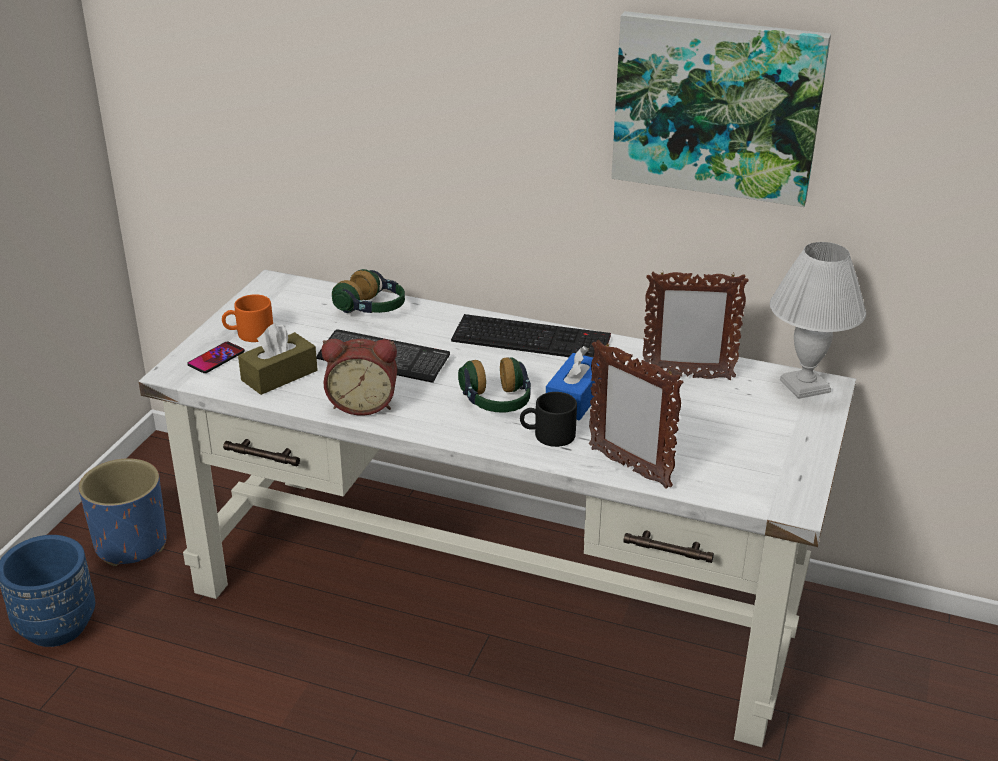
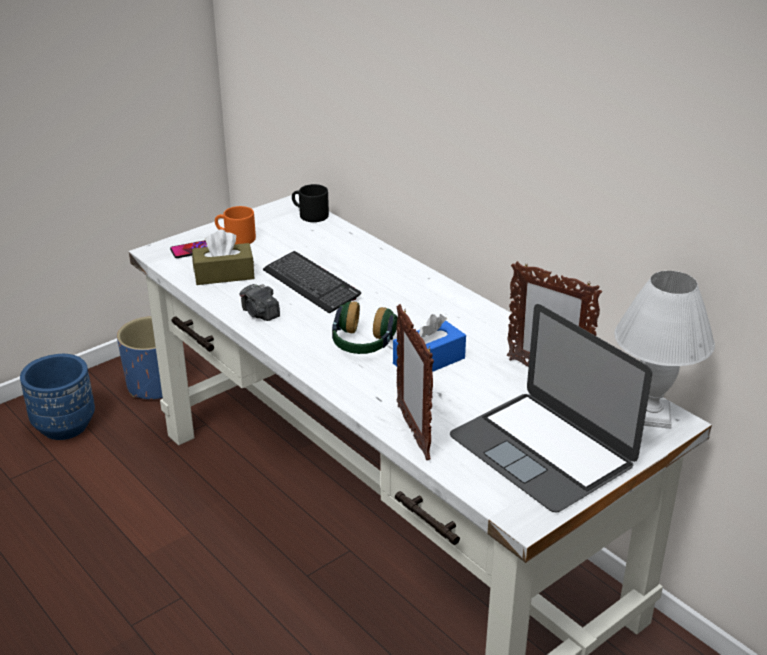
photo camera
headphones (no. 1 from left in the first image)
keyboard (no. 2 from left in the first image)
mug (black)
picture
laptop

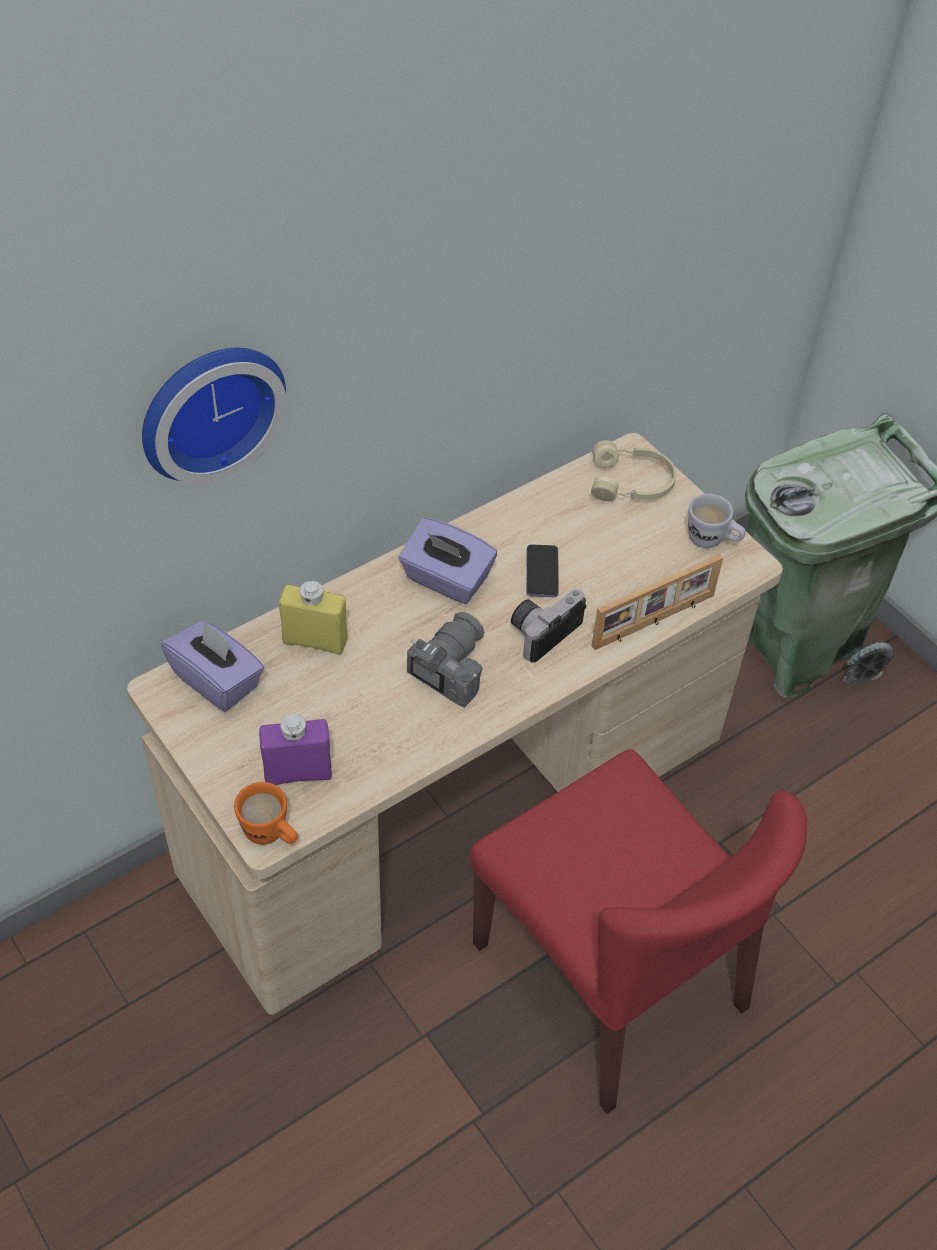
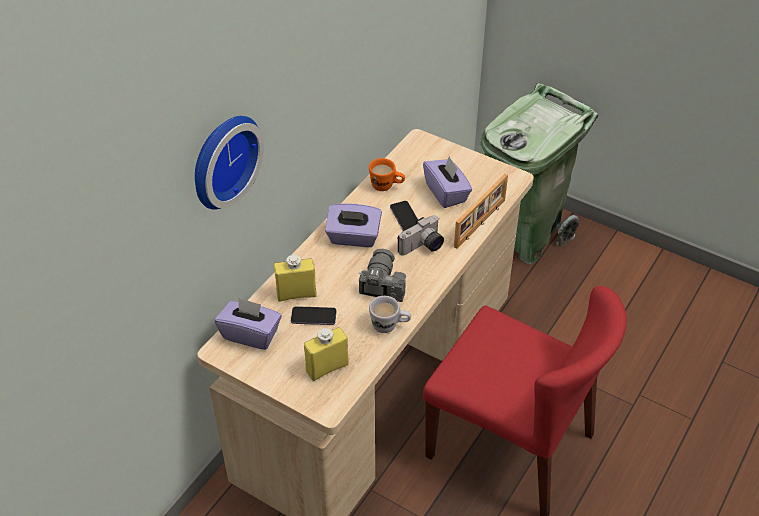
mug (orange)
bottle (yellow) (no. 2 from left)
photo camera (no. 2 from left)
headphones (beige)
mug (white)
phone (no. 1 from left)
tissue box (purple) (no. 3 from left)

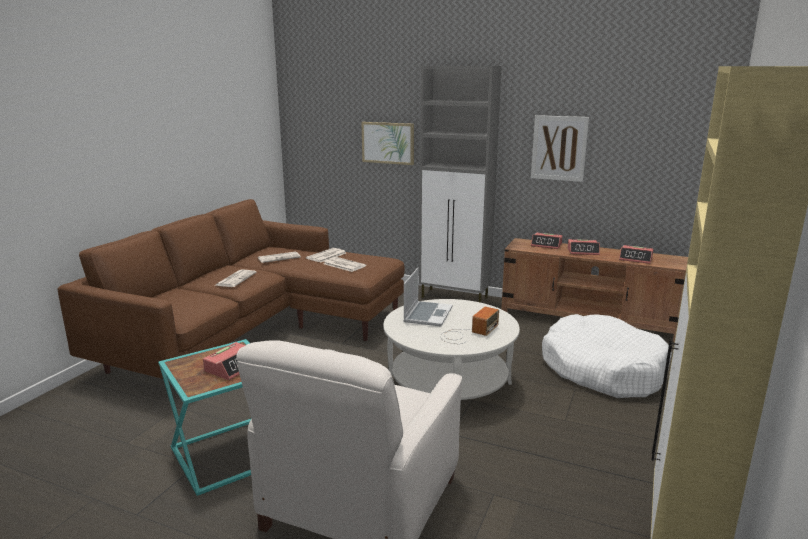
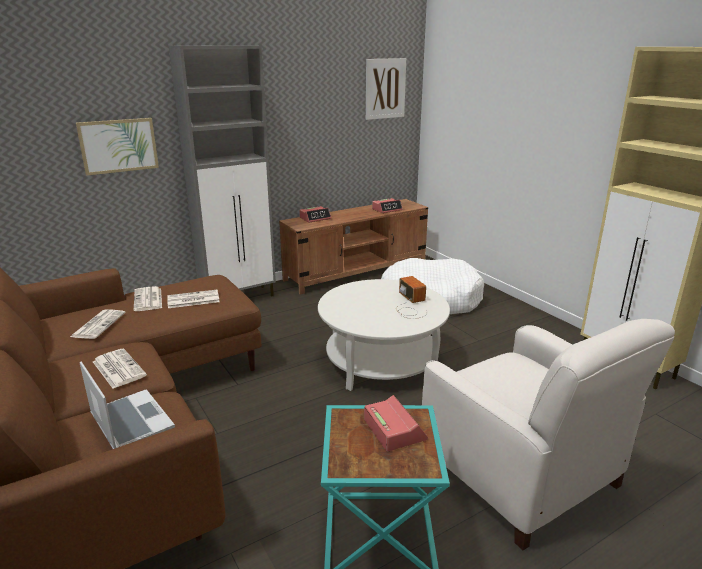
laptop
picture (no. 2 from left)
alarm clock (no. 3 from left in the first image)

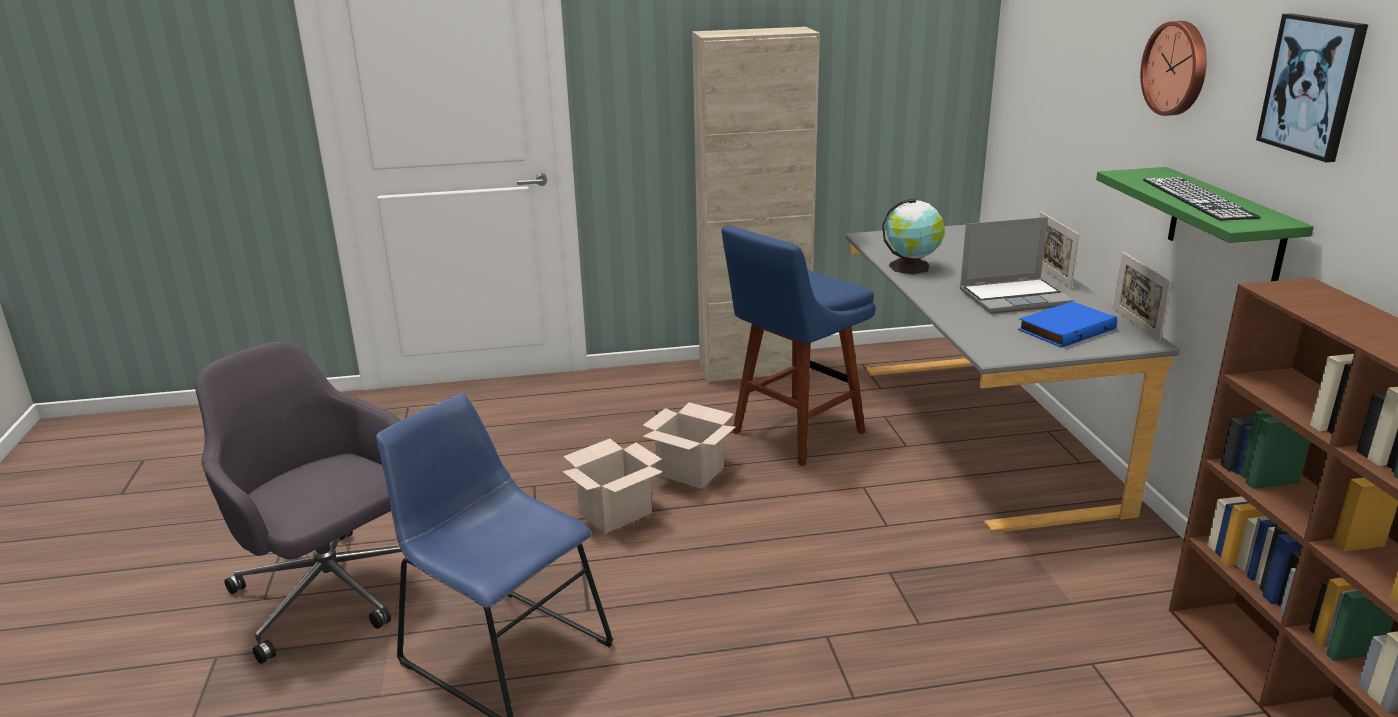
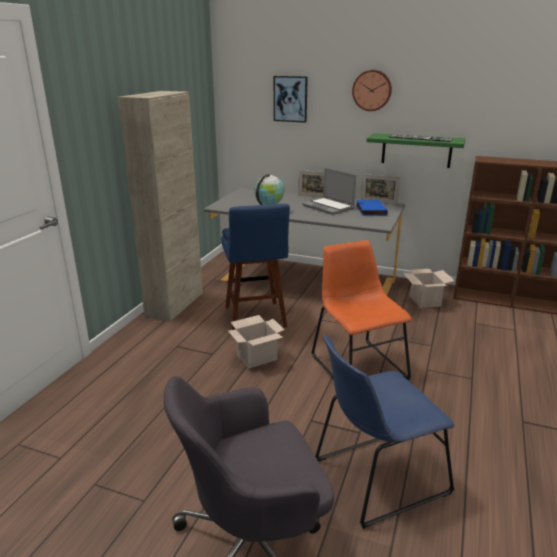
cardboard box (no. 2 from left)
laptop
picture
chair (orange)

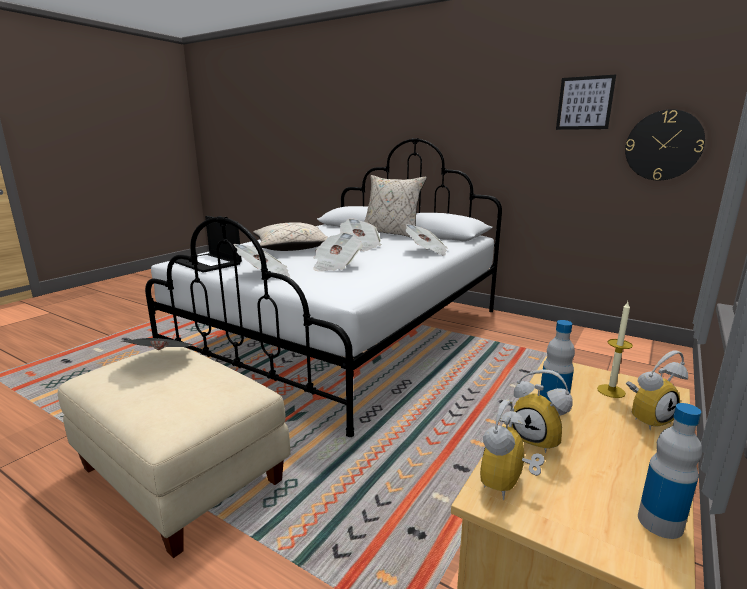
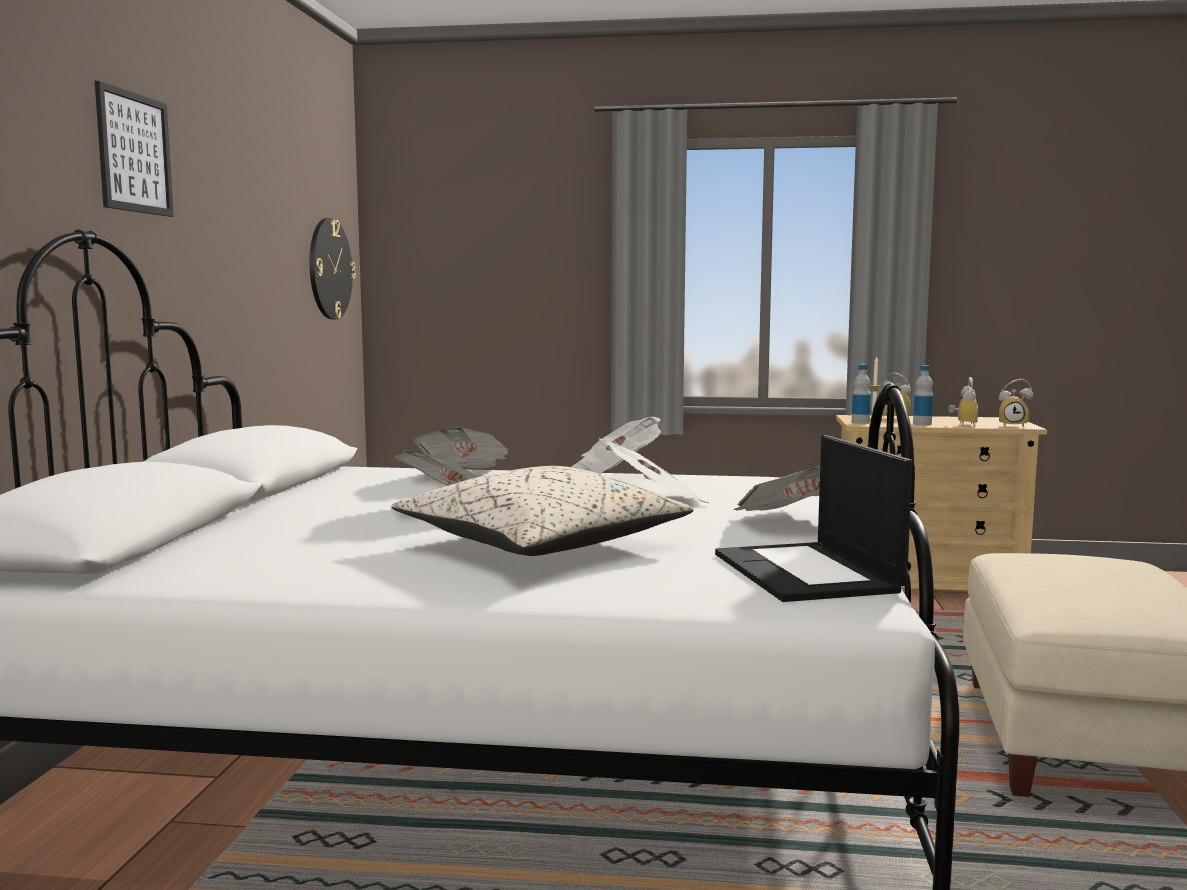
newspaper (no. 3 from left)
laptop
pillow (beige) (no. 2 from left in the first image)
picture
bottle (no. 1 from left)

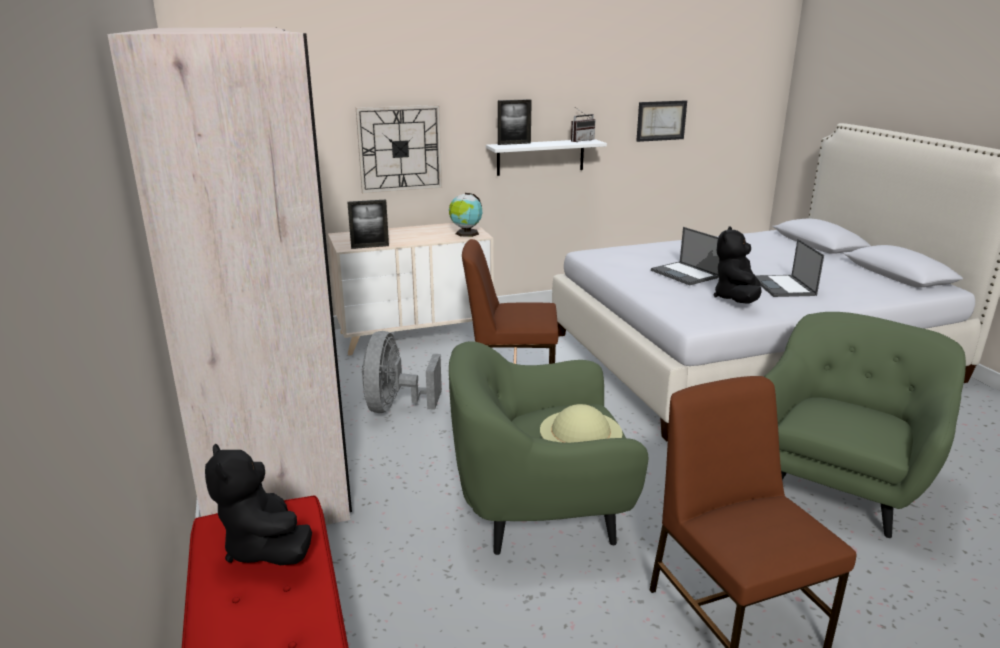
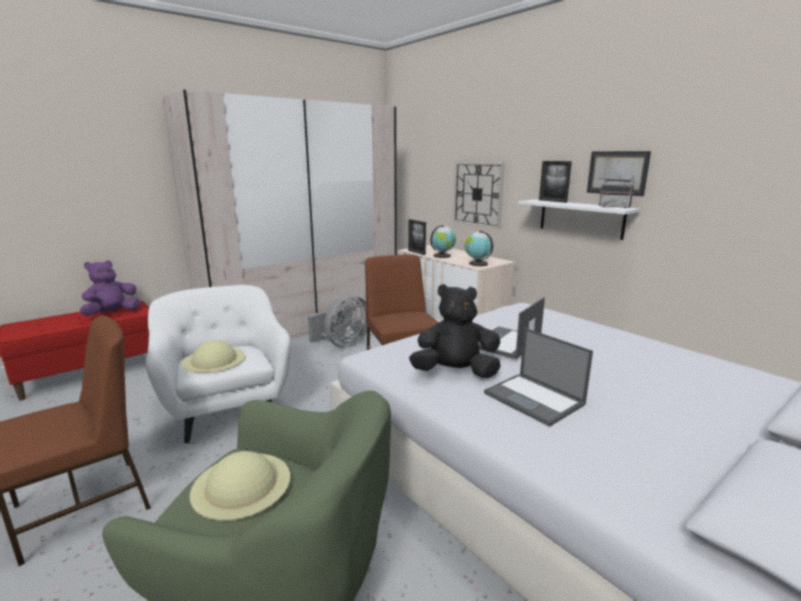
plush toy (purple)
fan (grey)
armchair (white)
picture
laptop (no. 2 from left)
hat (beige) (no. 2 from left)
globe (no. 1 from left)

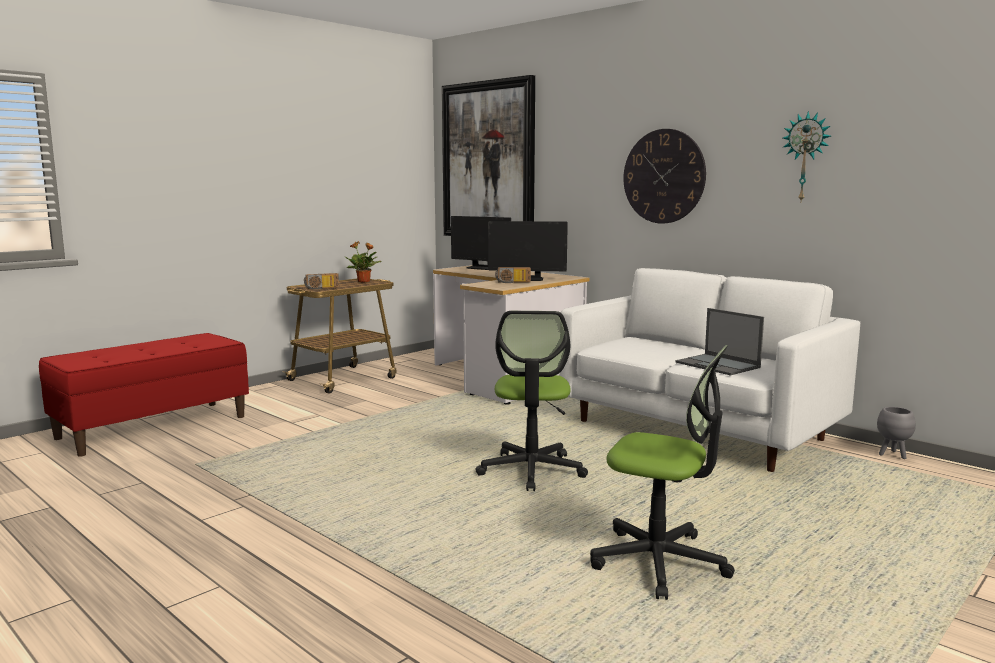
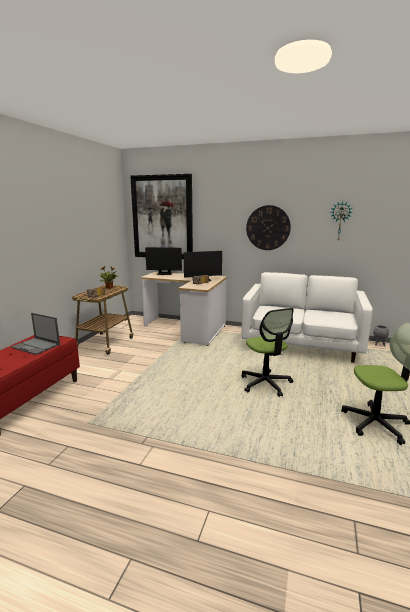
laptop

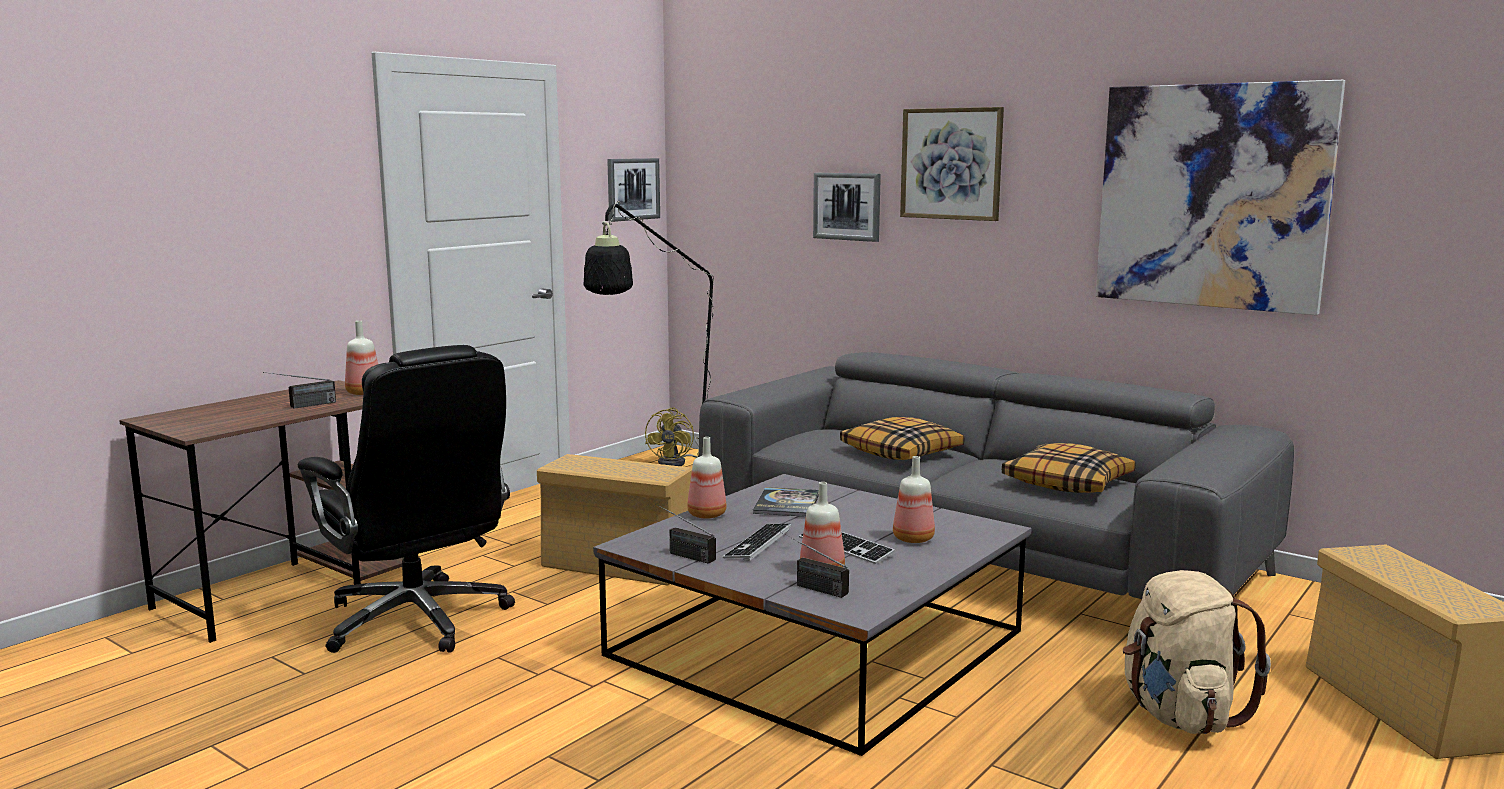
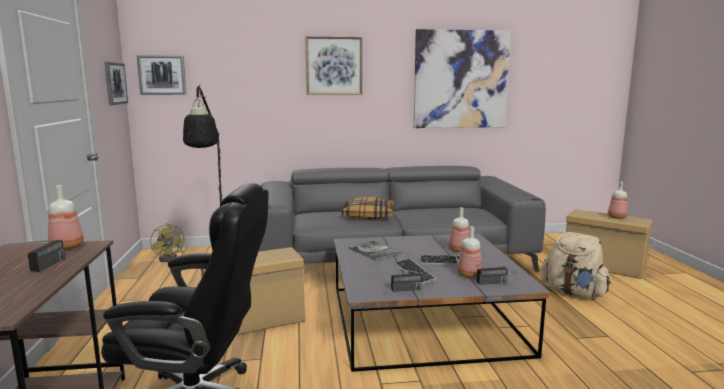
bottle (no. 4 from left)
picture (no. 2 from left)
pillow (no. 2 from left in the first image)

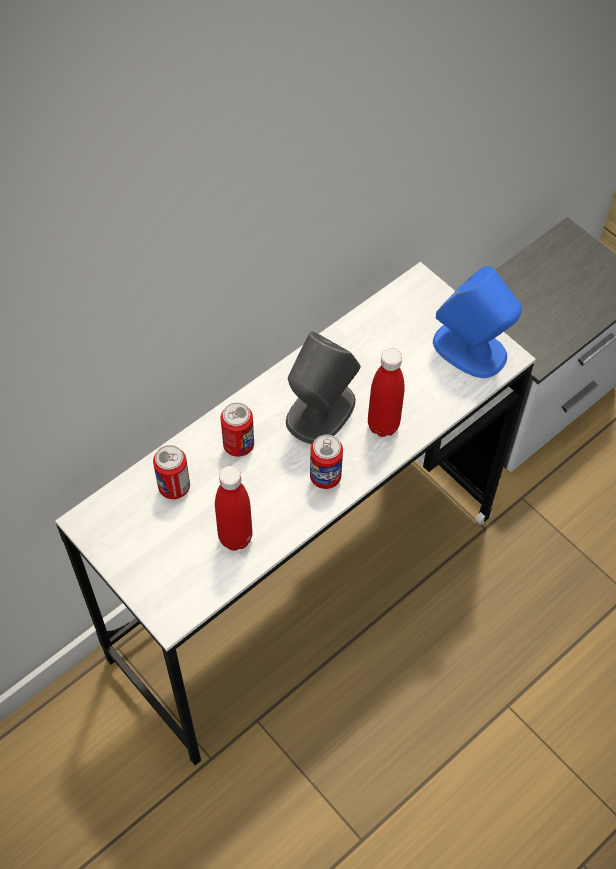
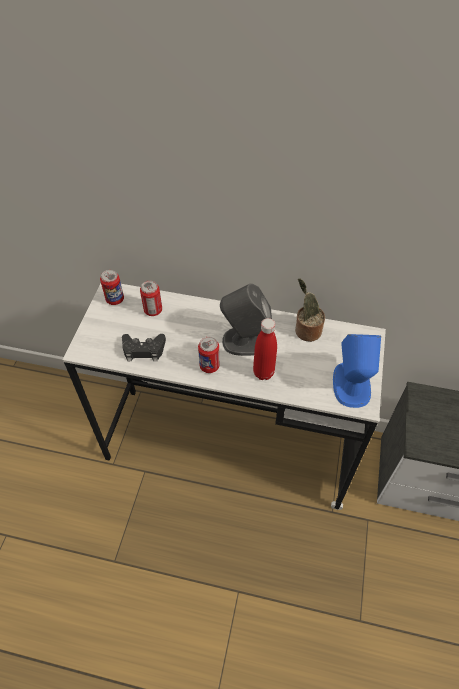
game controller (black)
can (no. 1 from left)
potted plant

